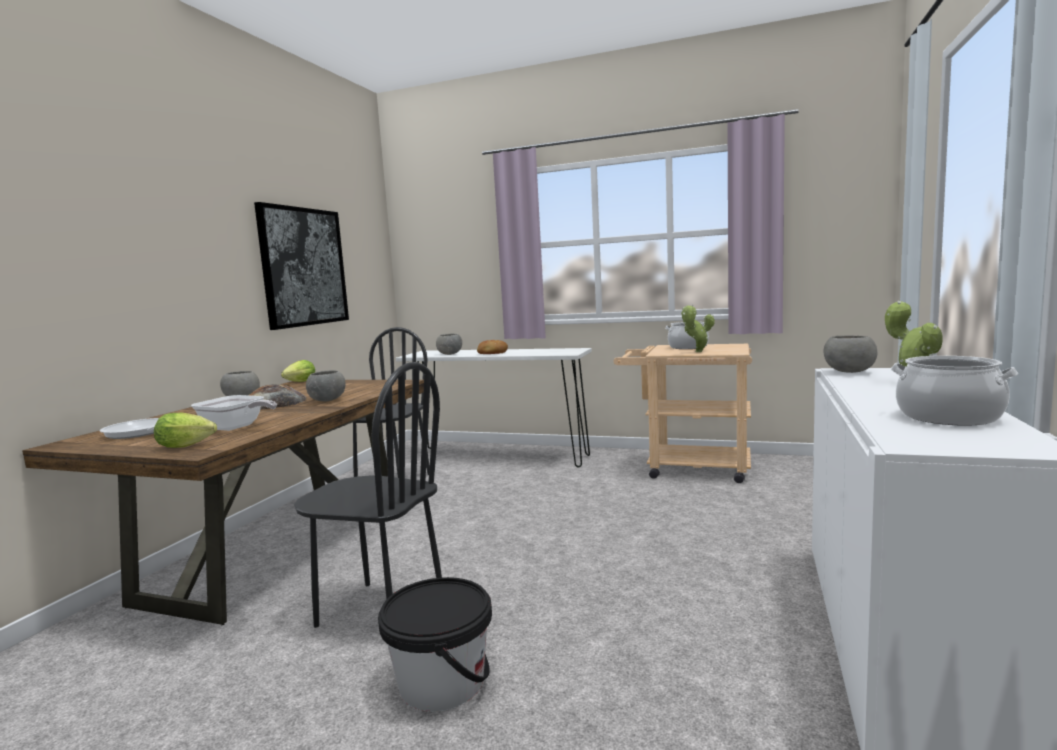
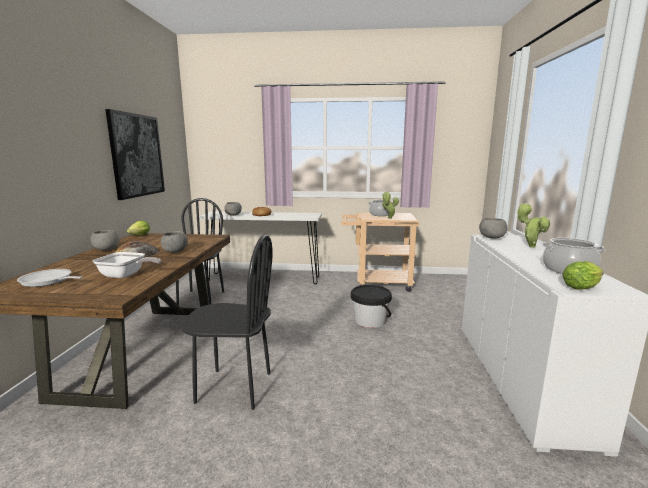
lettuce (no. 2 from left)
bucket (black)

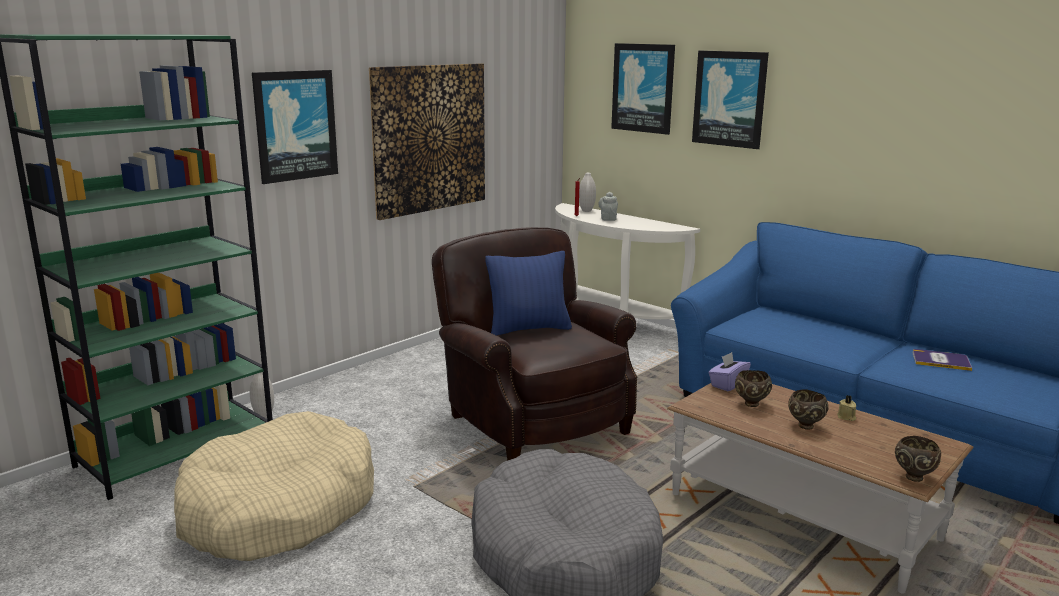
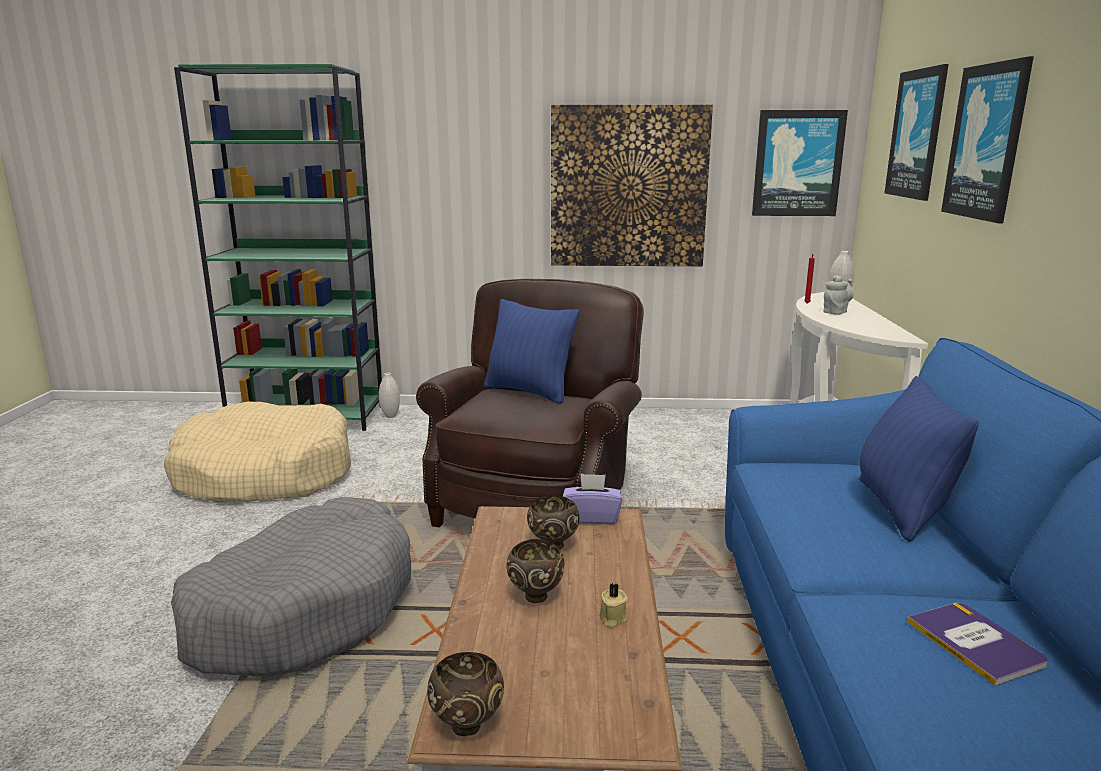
picture (no. 2 from left)
pillow (blue) (no. 2 from left)

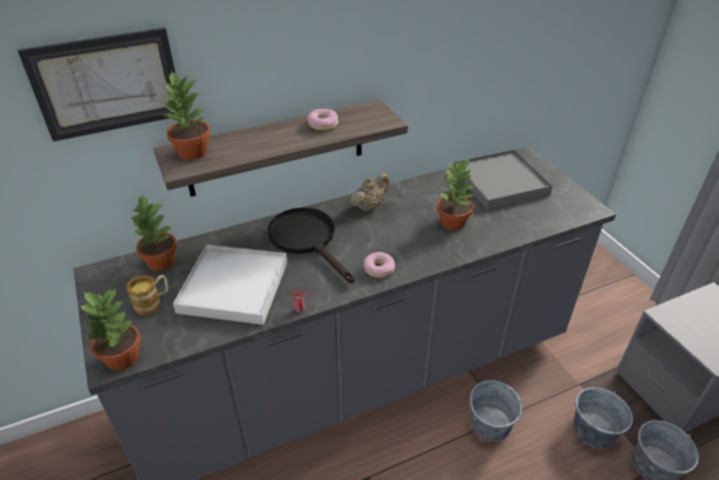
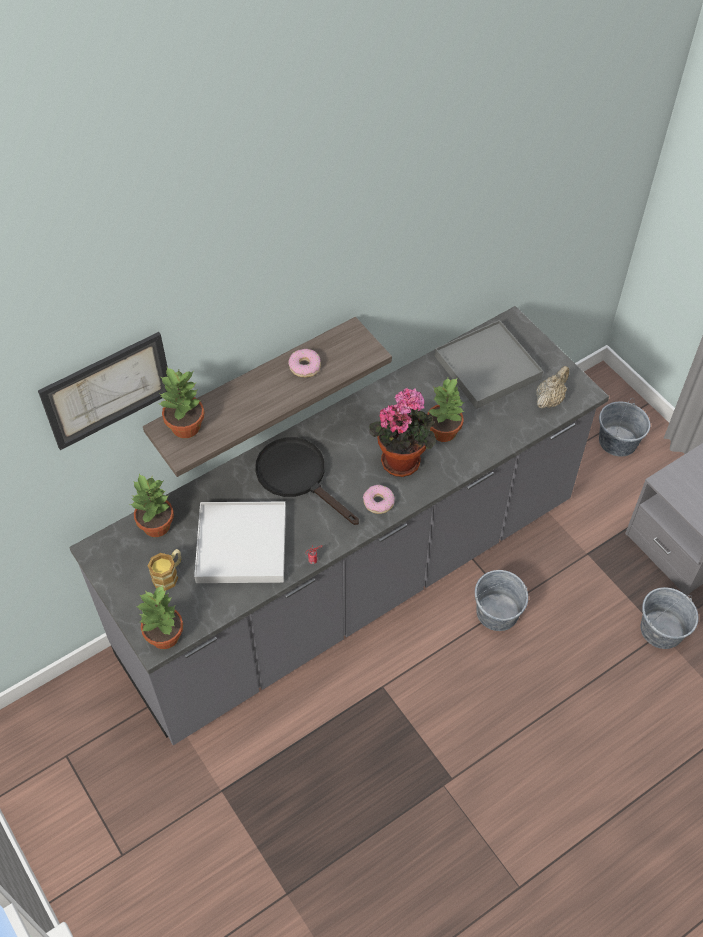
teapot (beige)
bucket (grey) (no. 2 from left)
potted plant (no. 4 from left)

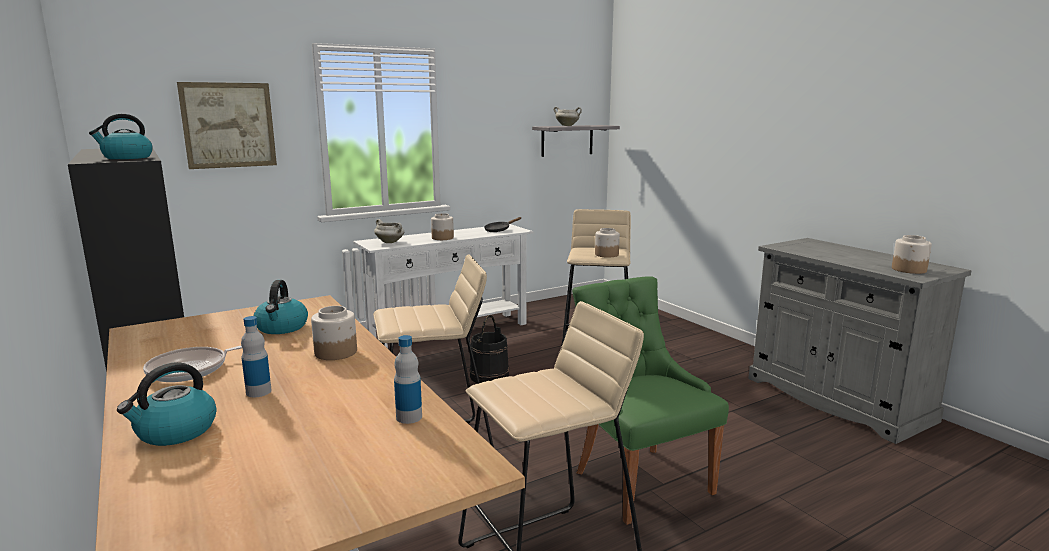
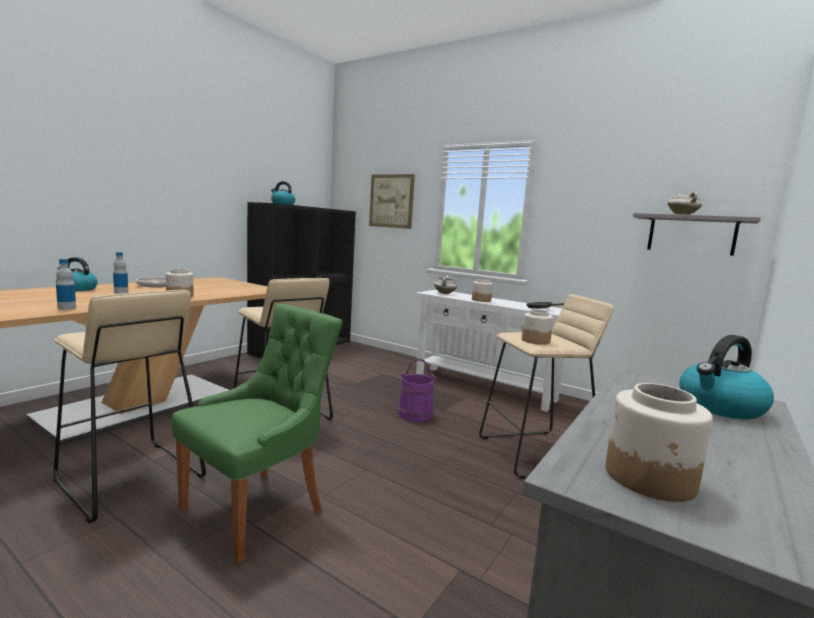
kettle (no. 3 from left)
bucket (purple)

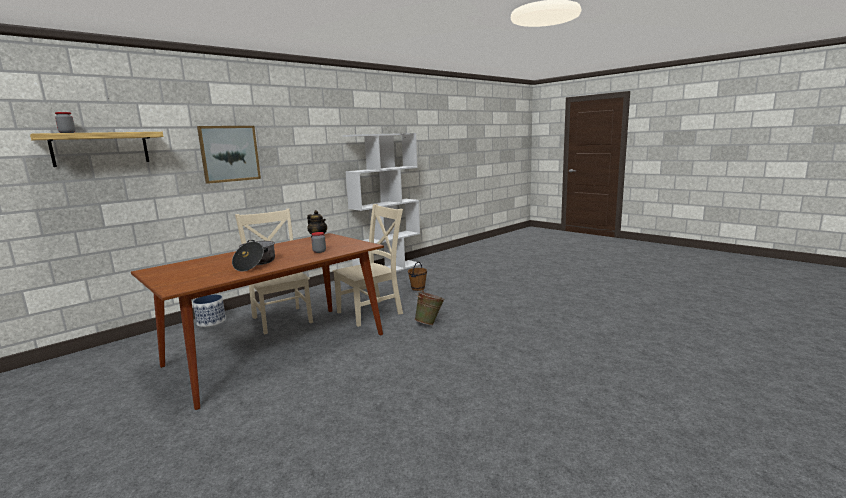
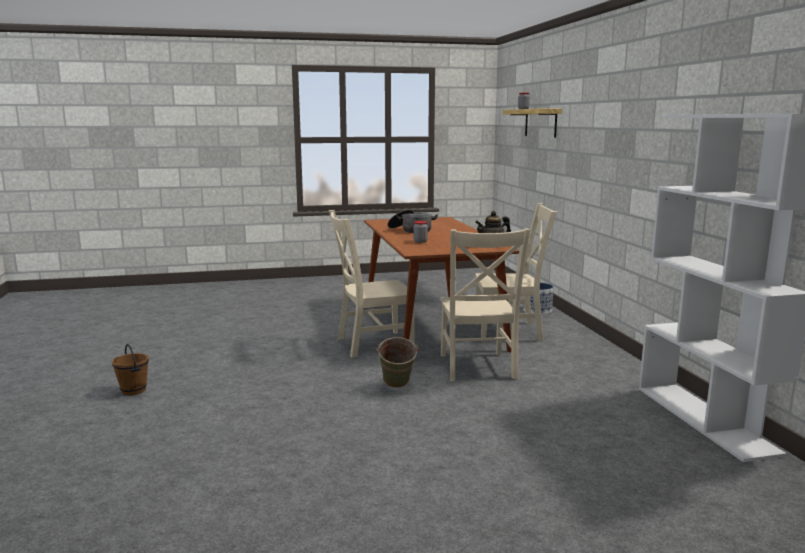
picture
bucket (brown)
chair (beige) (no. 1 from left)

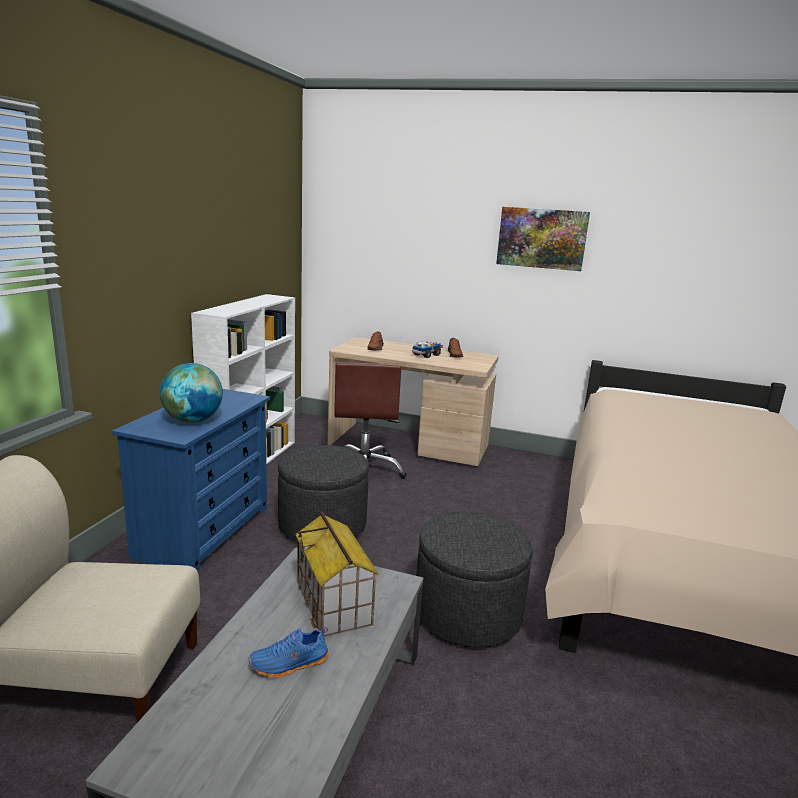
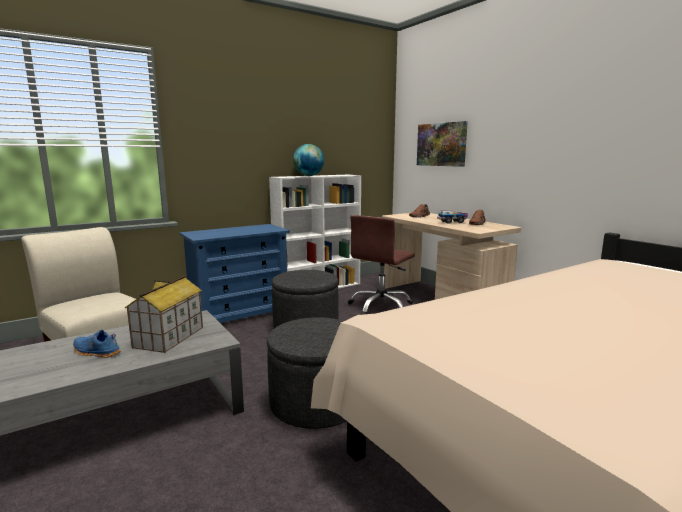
globe
picture

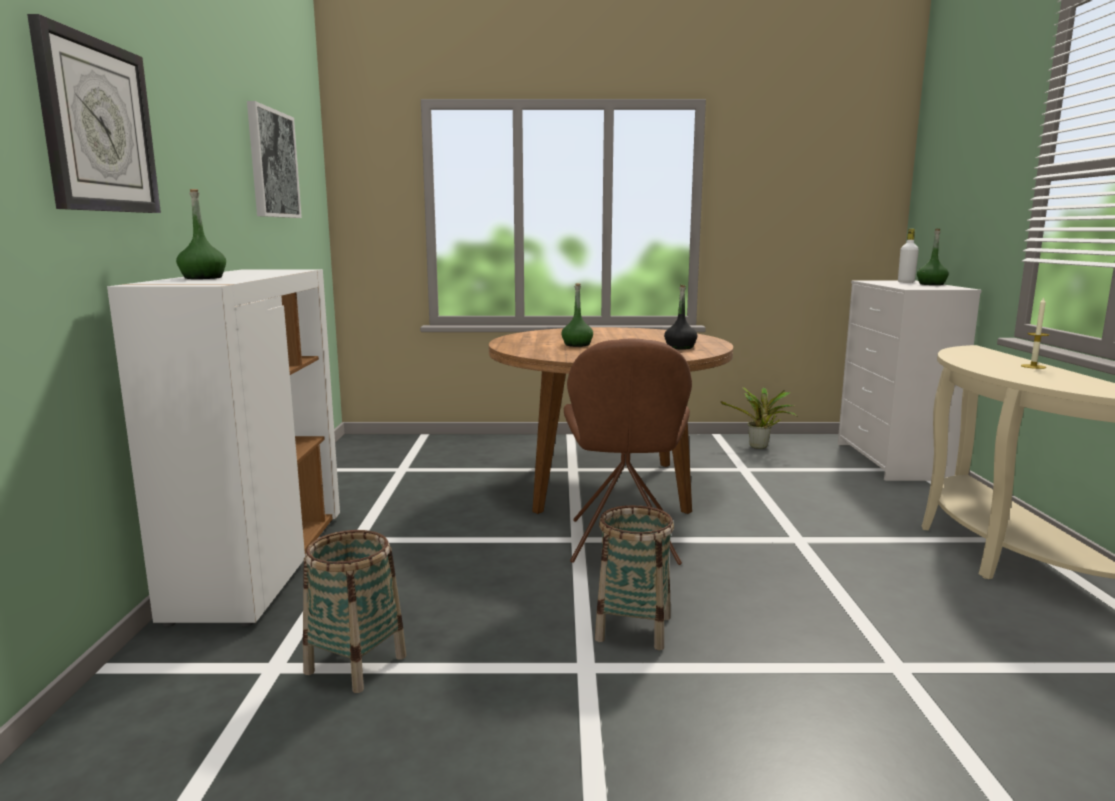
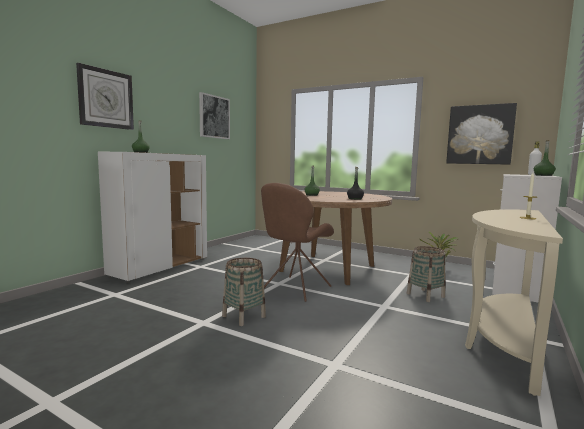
basket (no. 2 from left)
picture (no. 2 from left)

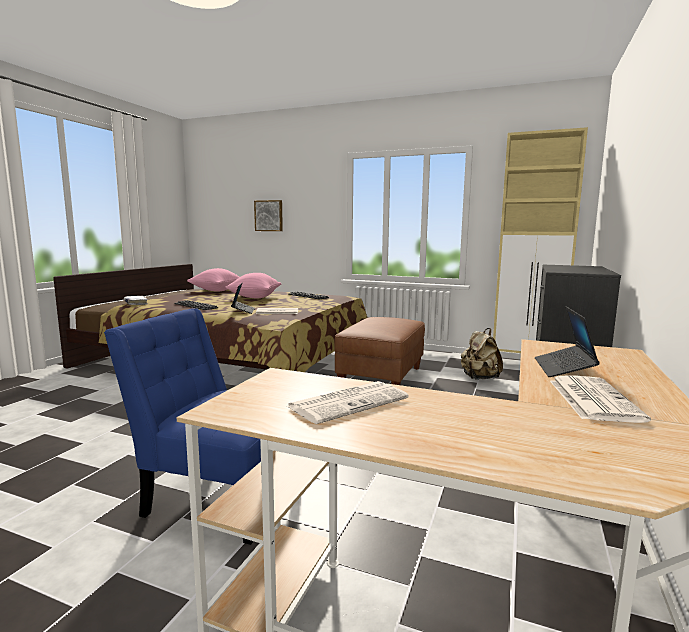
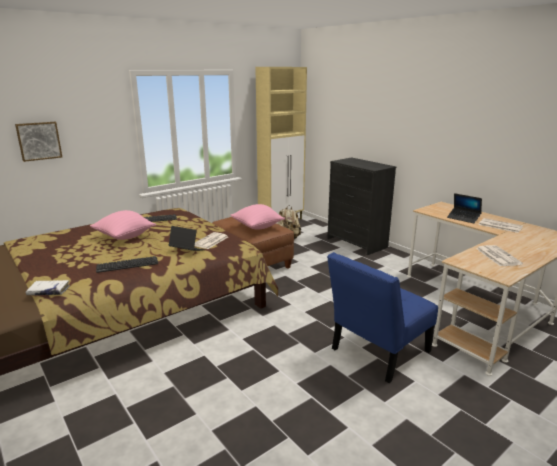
pillow (pink) (no. 2 from left)

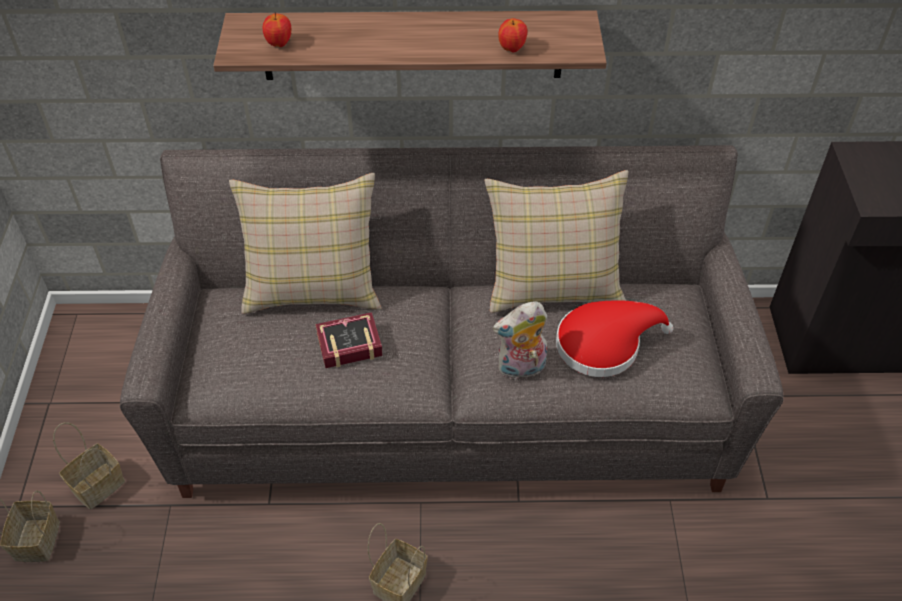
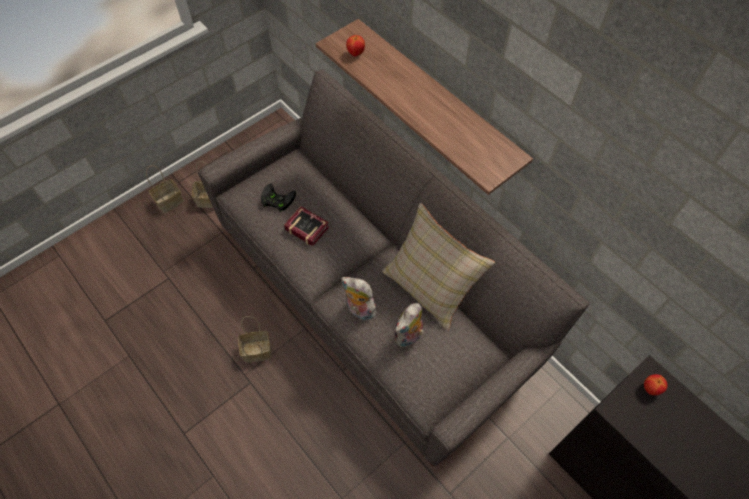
pillow (beige) (no. 1 from left in the first image)
apple (no. 2 from left)
plush toy (no. 2 from left)
game controller (black)

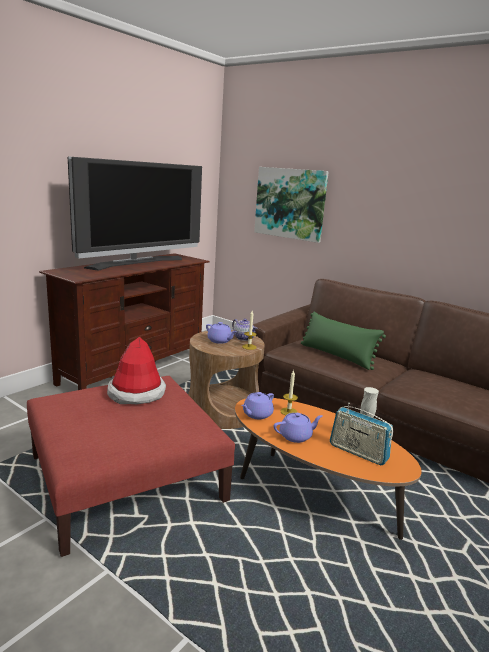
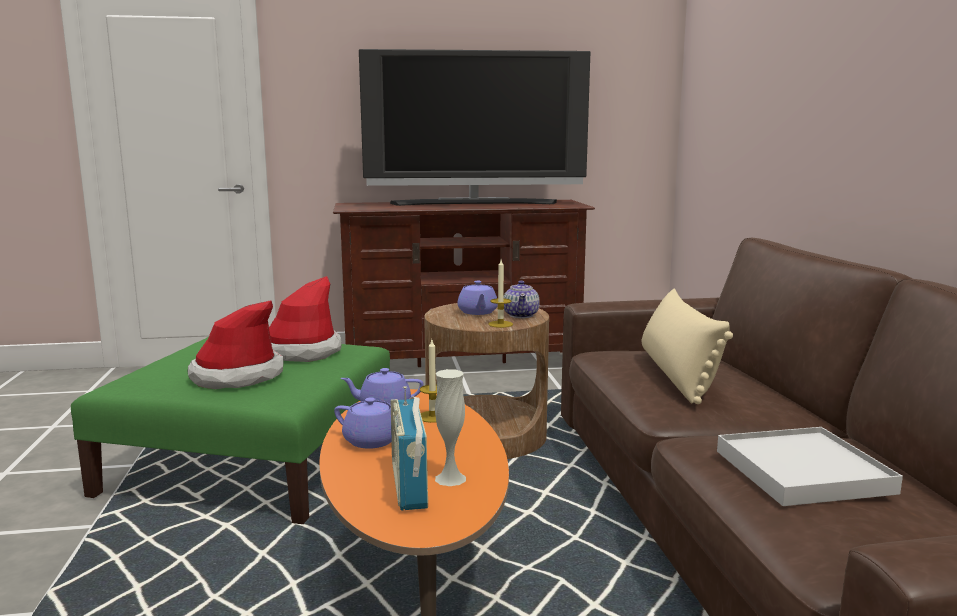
ottoman (green)
picture
pillow (beige)
hat (no. 1 from left)
tray (white)

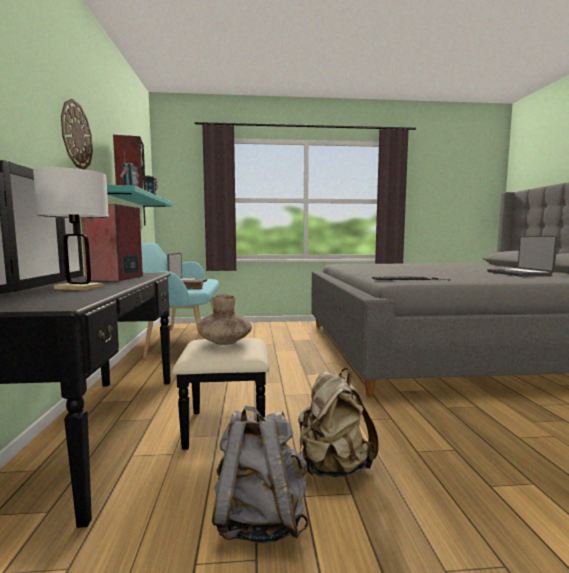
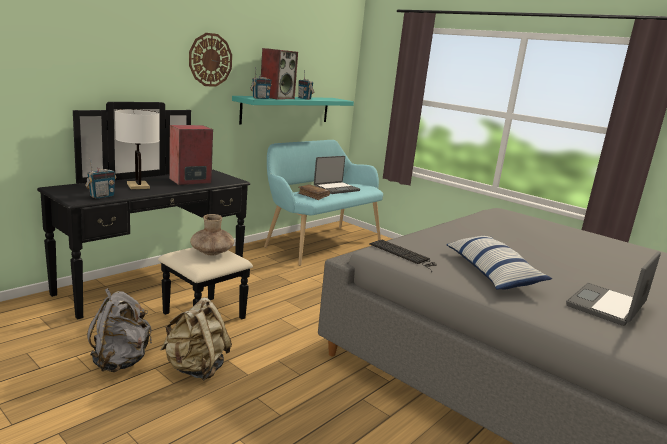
radio (no. 1 from left)
pillow

